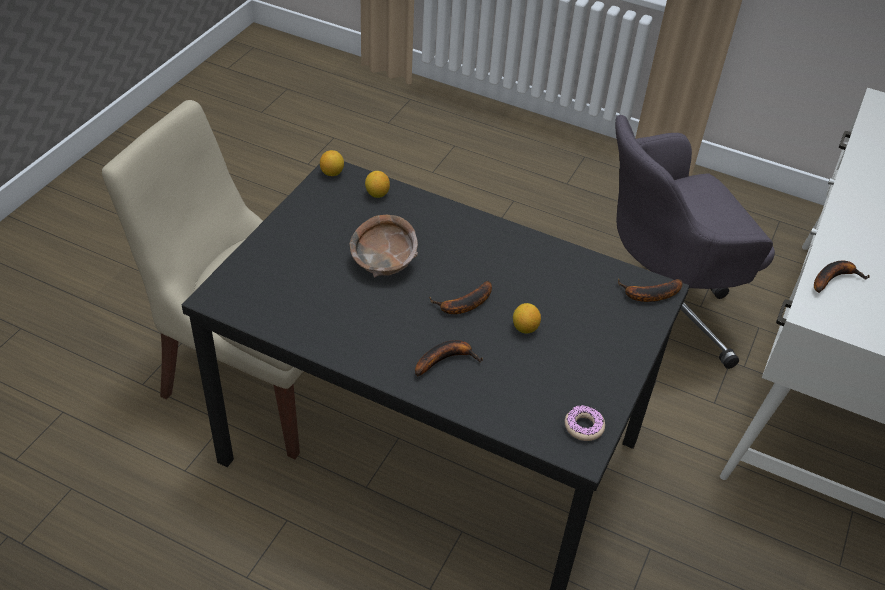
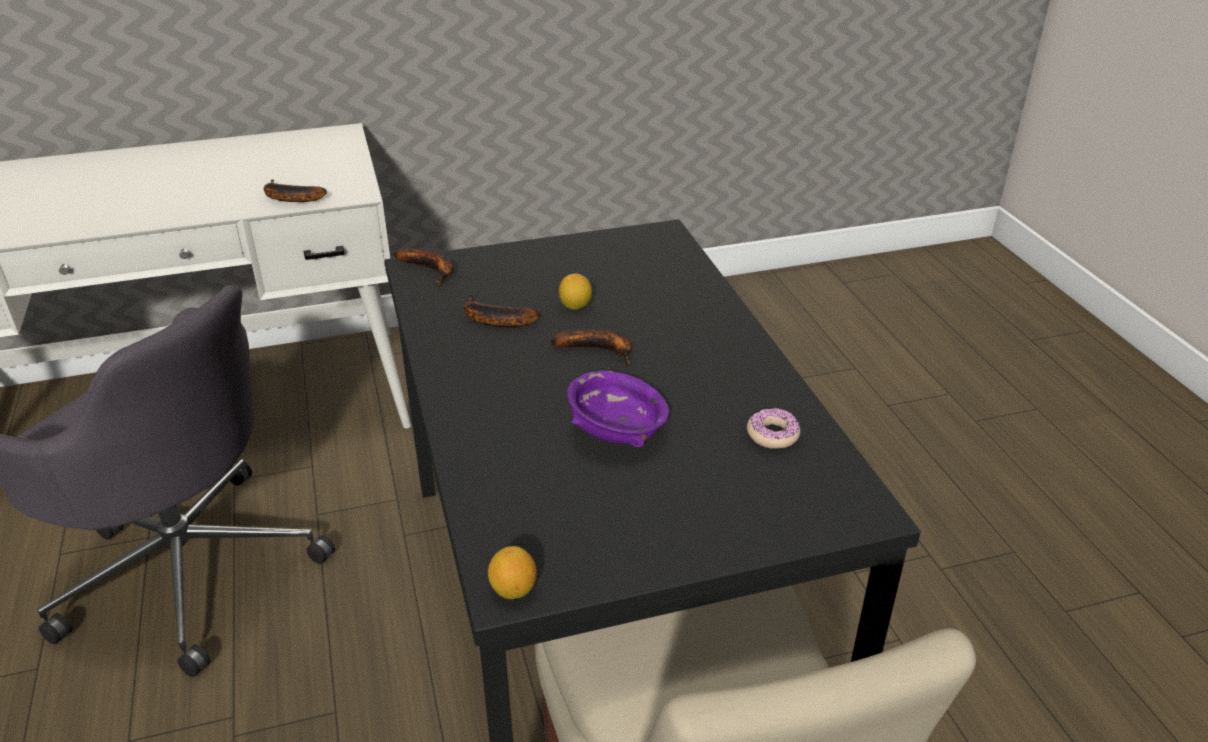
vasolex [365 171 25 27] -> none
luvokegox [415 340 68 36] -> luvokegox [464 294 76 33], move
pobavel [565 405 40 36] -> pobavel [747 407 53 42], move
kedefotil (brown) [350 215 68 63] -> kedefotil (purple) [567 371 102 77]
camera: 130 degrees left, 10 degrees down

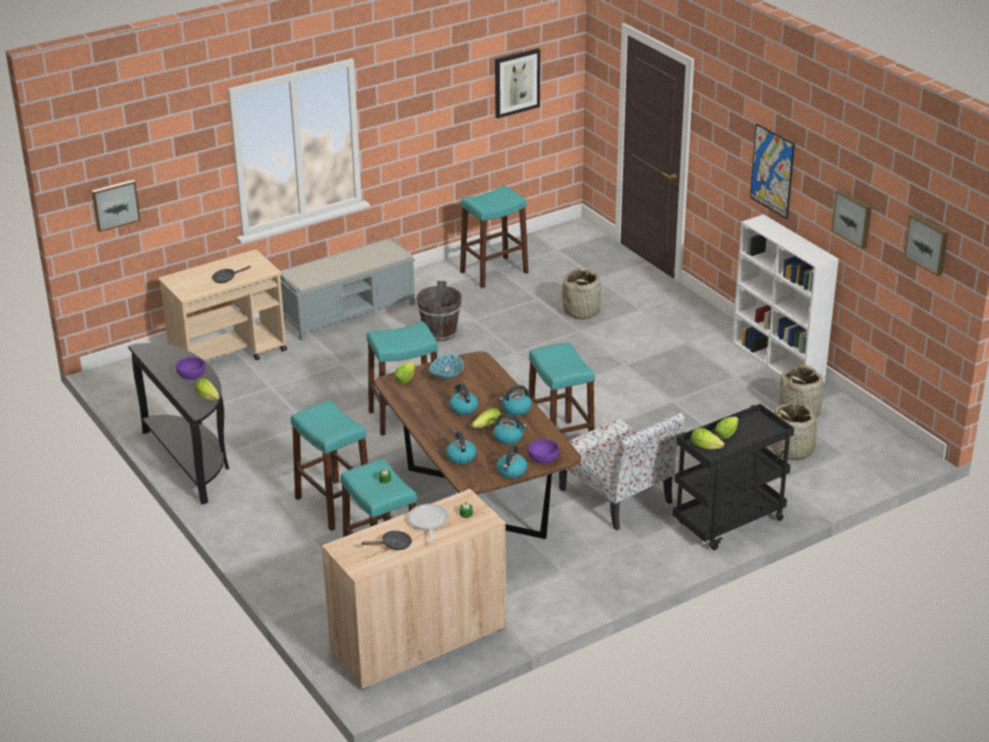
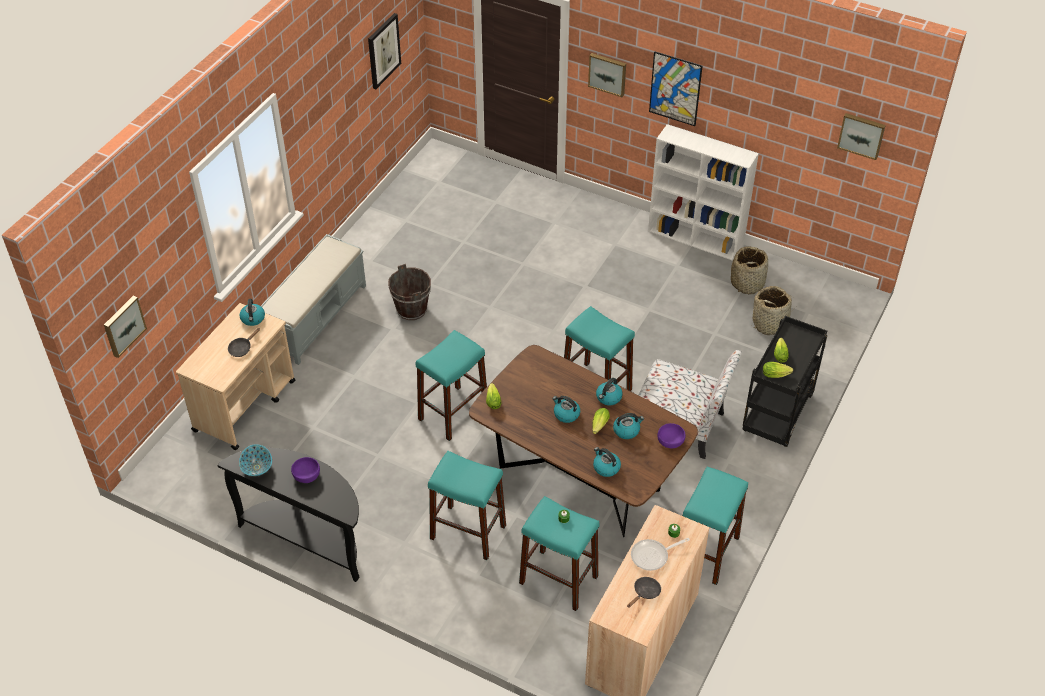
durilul [195 378 24 23] -> none
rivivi [562 268 39 52] -> none
kedefotil [429 354 35 26] -> kedefotil [239 444 33 32], move
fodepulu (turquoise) [460 186 69 102] -> fodepulu (turquoise) [682 466 66 119], move
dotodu [497 445 30 33] -> dotodu [239 299 26 27], move
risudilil [831 189 41 60] -> risudilil [588 53 38 44], move
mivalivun [408 504 41 40] -> mivalivun [631 538 59 33], 75 degrees counterclockwise
camera: 30 degrees left, 15 degrees up

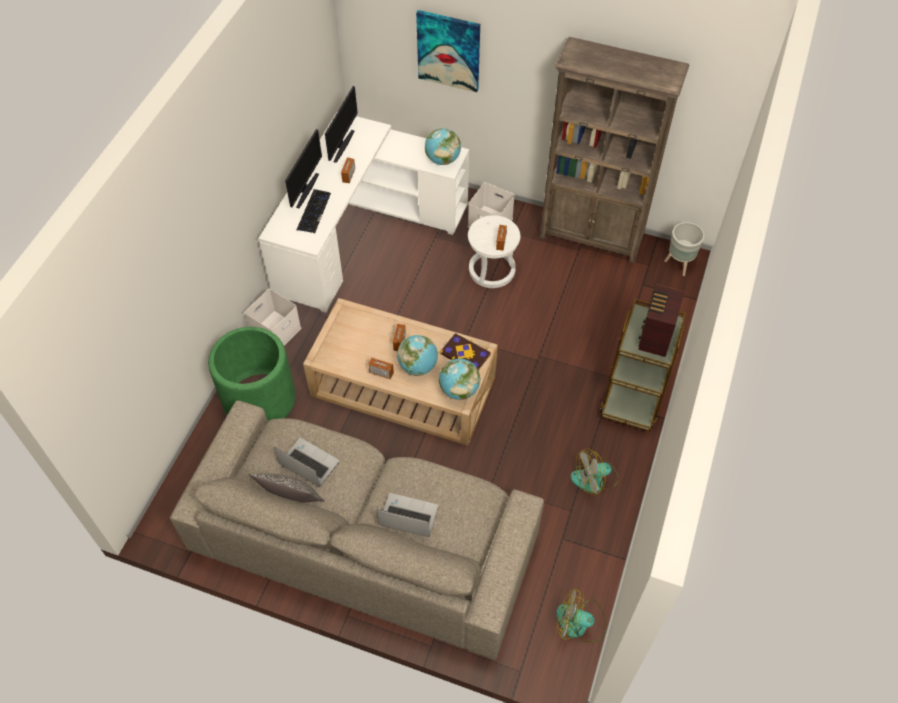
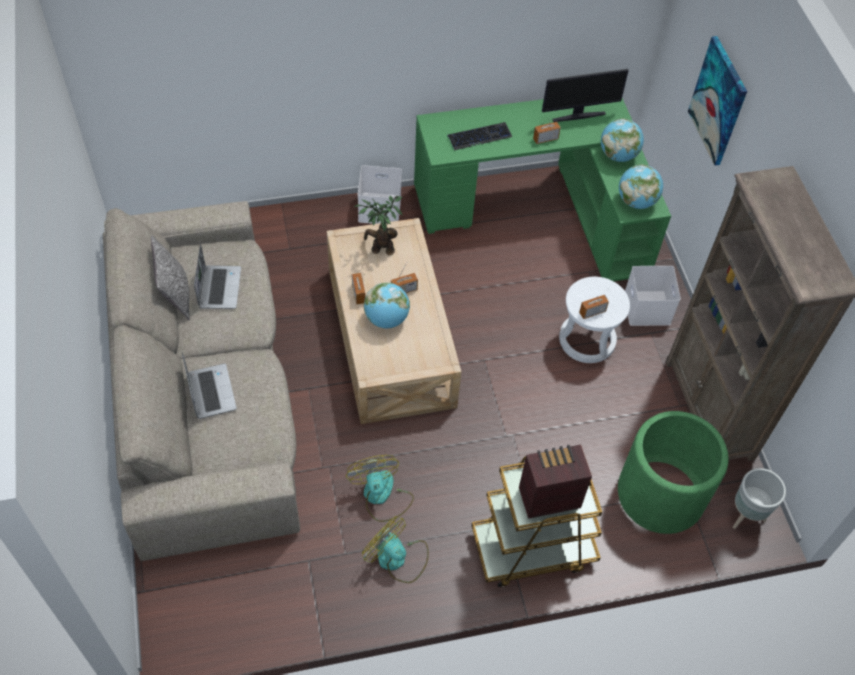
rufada [285 129 37 79] -> none
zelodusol [440 333 51 37] -> none
none -> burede [354 196 49 60]
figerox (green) [208 327 87 94] -> figerox (green) [618 411 111 123], move
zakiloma [439 359 41 41] -> zakiloma [601 118 43 44], move
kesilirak [556 589 50 54] -> kesilirak [346 455 68 67], move
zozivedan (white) [258 111 211 202] -> zozivedan (green) [414 98 257 183]
camera: 55 degrees right, 0 degrees up

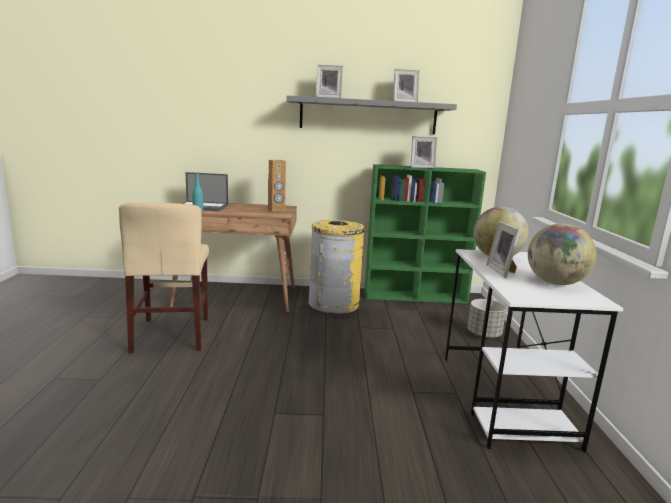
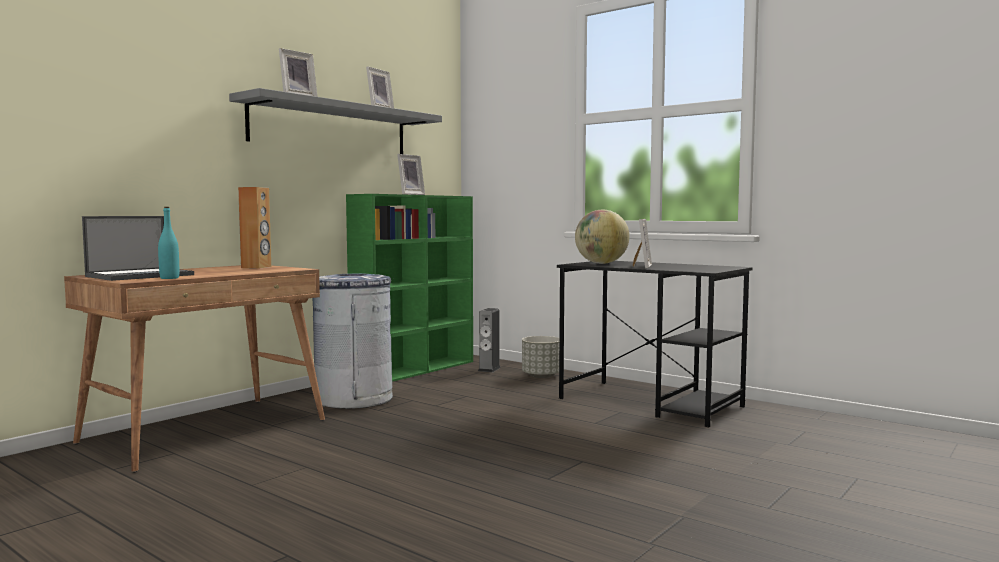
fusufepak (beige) [119 202 90 151] -> none
zakiloma [528 223 68 62] -> none
none -> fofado [478 308 23 64]
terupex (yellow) [308 220 57 94] -> terupex (grey) [313 273 80 136]
zozivedan (white) [445 249 179 203] -> zozivedan (black) [557 261 196 167]
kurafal [486 221 35 57] -> kurafal [633 219 19 49], 105 degrees counterclockwise
camera: 50 degrees left, 10 degrees down

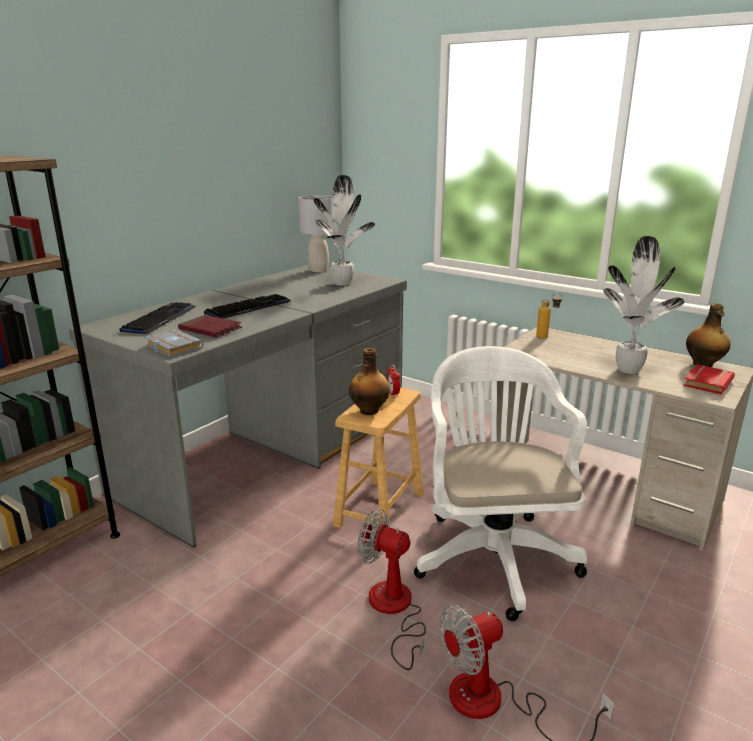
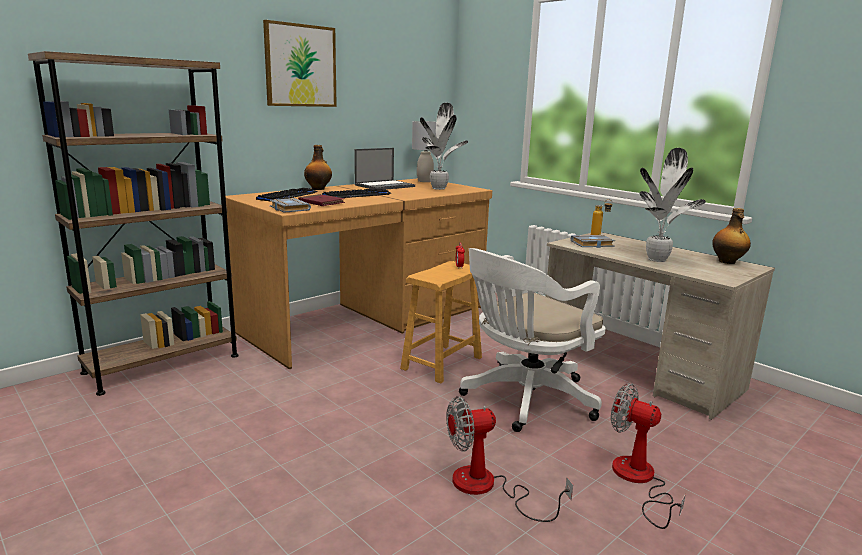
zelodusol (red) [683 364 52 30] -> none
none -> risudilil [263 20 74 87]
none -> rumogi [354 148 61 42]
none -> zelodusol (grey) [571 235 44 13]
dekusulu [349 348 41 67] -> dekusulu [304 145 28 45], move
kesilirak [358 509 68 161] -> kesilirak [611 383 75 146], move
zozivedan (grey) [69 265 338 283] -> zozivedan (brown) [226 178 266 191]
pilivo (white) [414 346 173 275] -> pilivo (white) [459 248 147 184], 135 degrees counterclockwise
camera: 10 degrees right, 5 degrees down

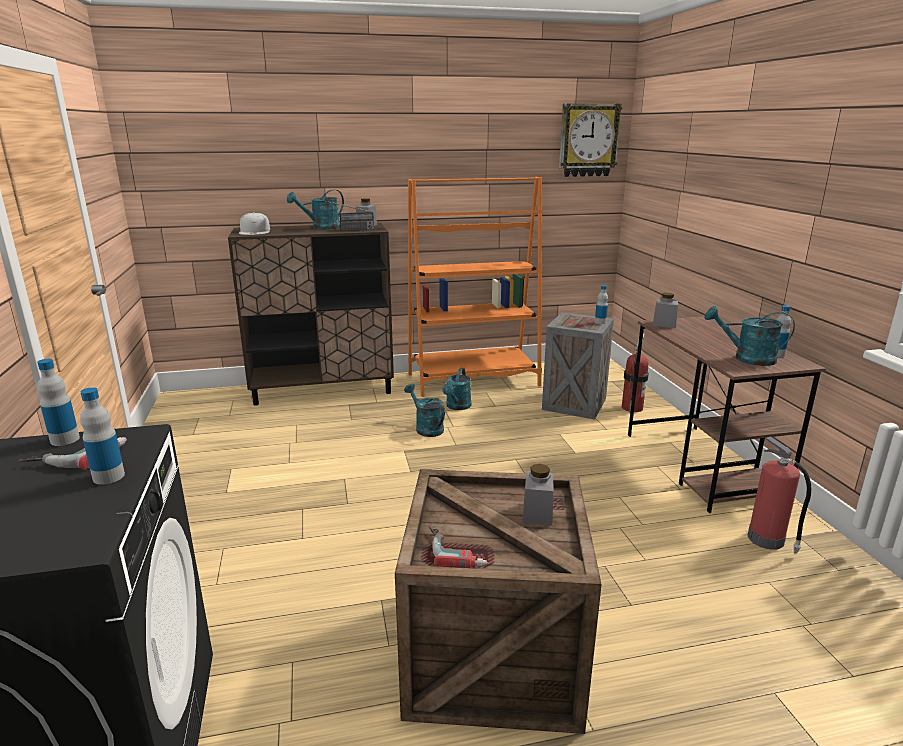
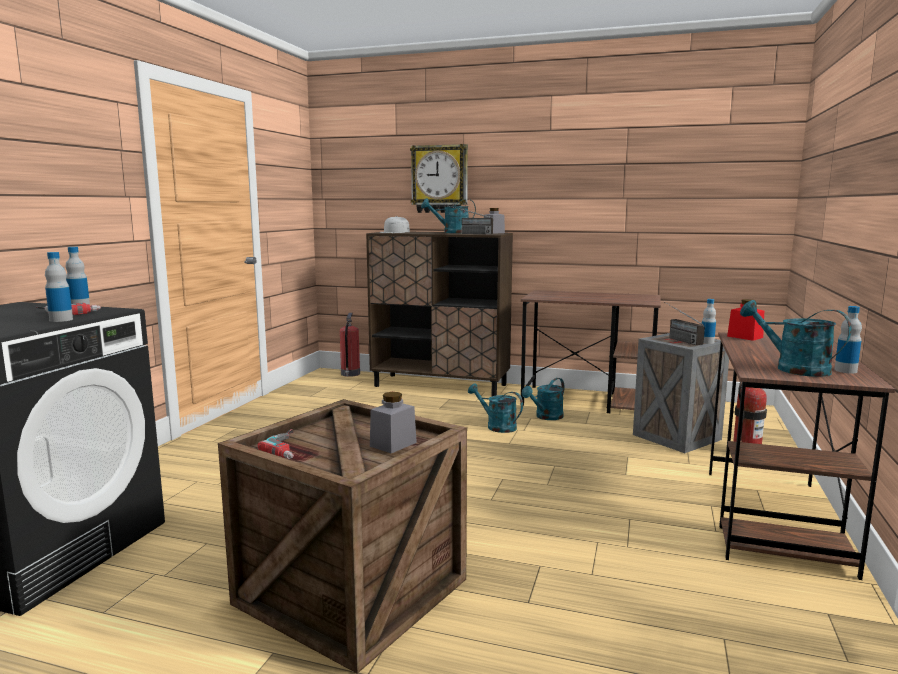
none -> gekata [665 302 40 43]
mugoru [559 103 64 74] -> mugoru [410 144 58 69], move
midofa [748 436 63 118] -> midofa [340 313 20 64], move
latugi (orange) [408 177 134 220] -> zozivedan (brown) [521 290 140 123]
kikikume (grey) [652 293 26 35] -> kikikume (red) [727 299 37 42]
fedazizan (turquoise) [404 384 41 53] -> fedazizan (turquoise) [468 384 55 49], 45 degrees counterclockwise
camera: 30 degrees right, 10 degrees down

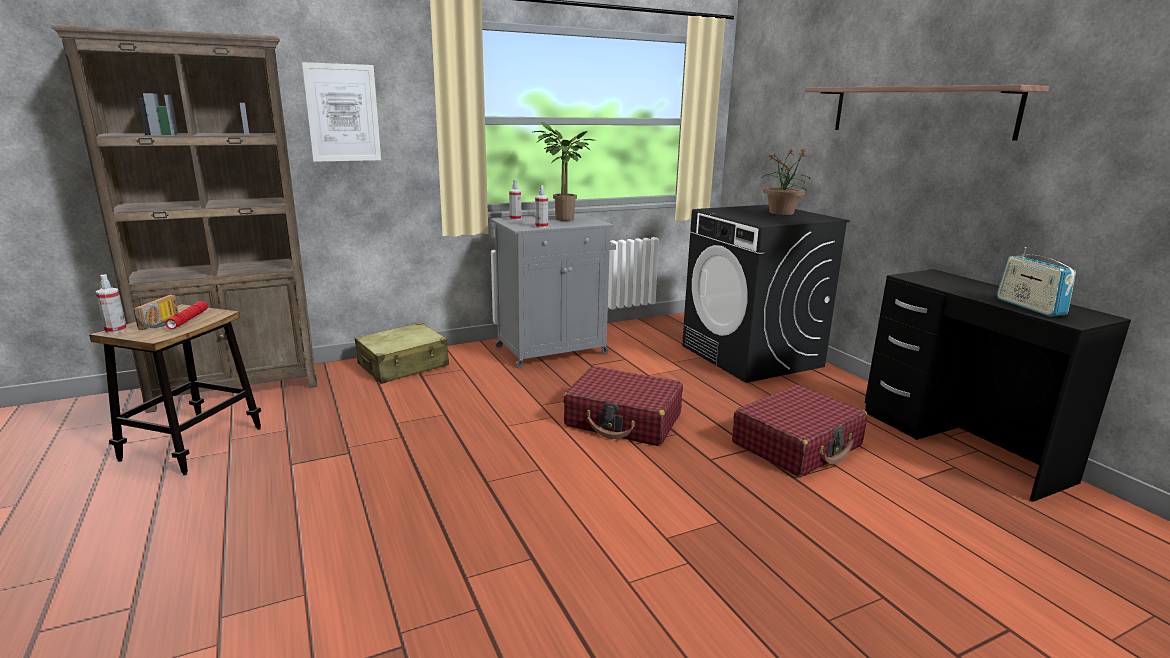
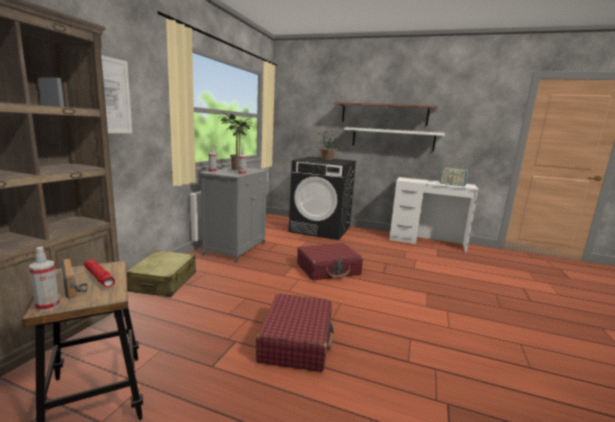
none -> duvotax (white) [344 127 101 25]
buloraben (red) [732 385 135 92] -> buloraben (red) [256 294 78 78], move
zozivedan (black) [865 269 266 233] -> zozivedan (white) [389 177 89 76]
camera: 45 degrees left, 5 degrees down

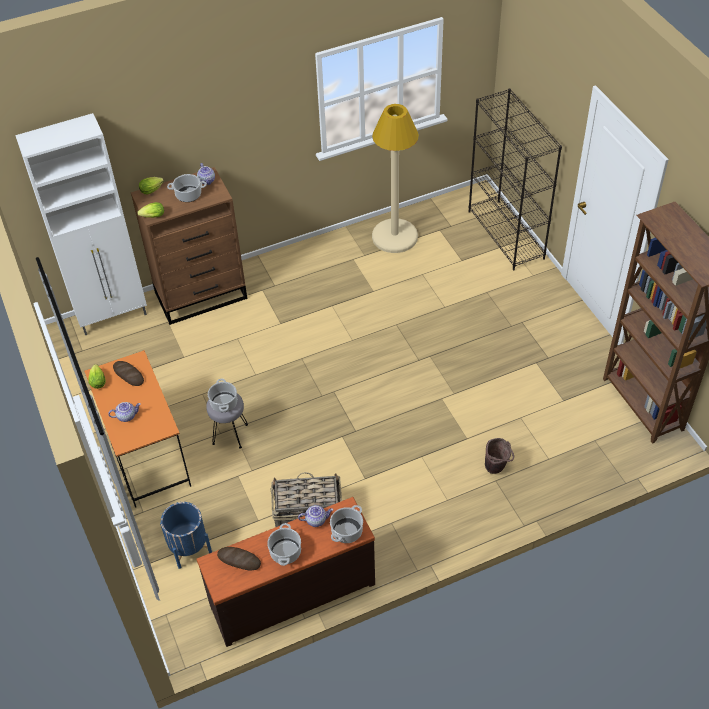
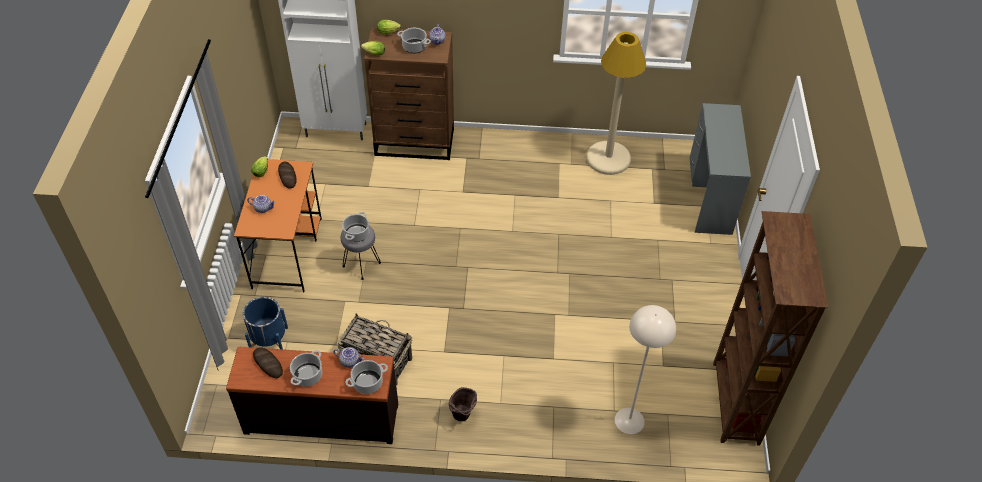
none -> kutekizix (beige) [615 305 61 129]
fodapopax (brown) [485 438 29 36] -> fodapopax (brown) [449 387 28 34], move
latugi (black) [469 89 93 181] -> zozivedan (grey) [690 103 61 132]
camera: 25 degrees right, 0 degrees up

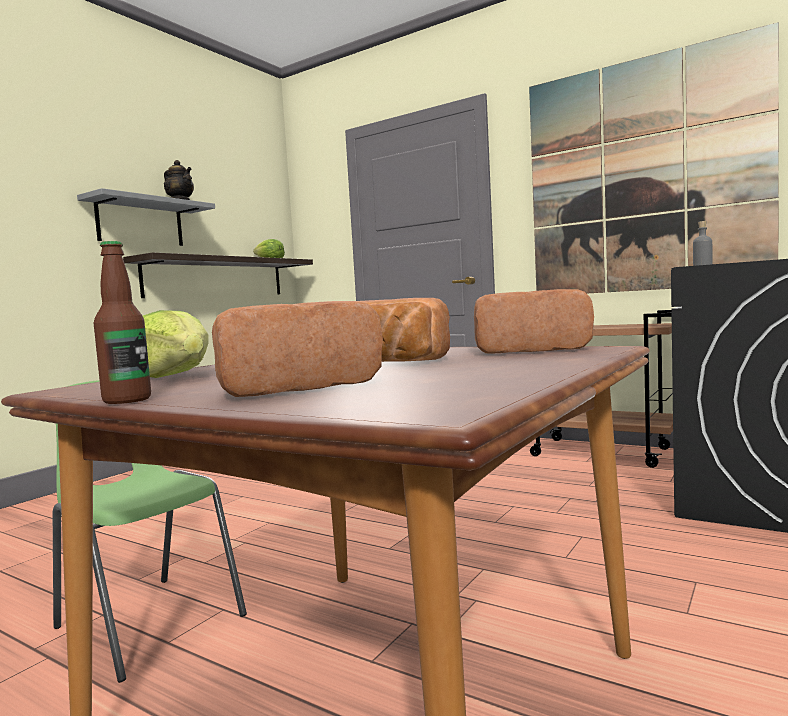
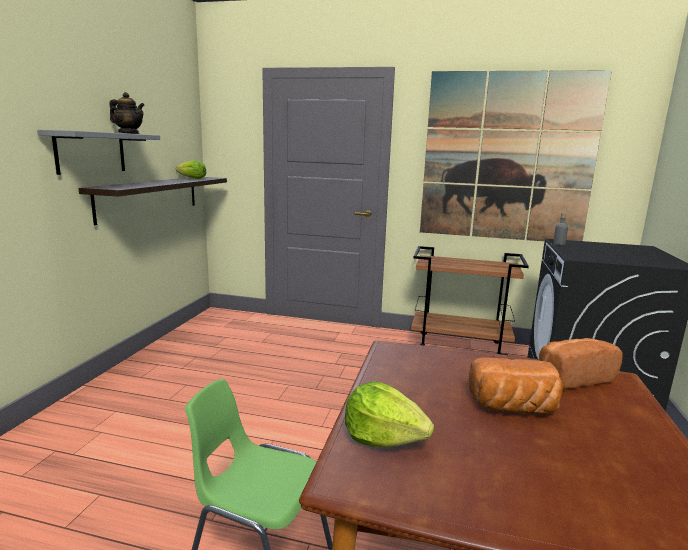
dekusulu [94 241 57 163] -> none
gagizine [212 301 171 96] -> none
camera: 20 degrees left, 10 degrees up

